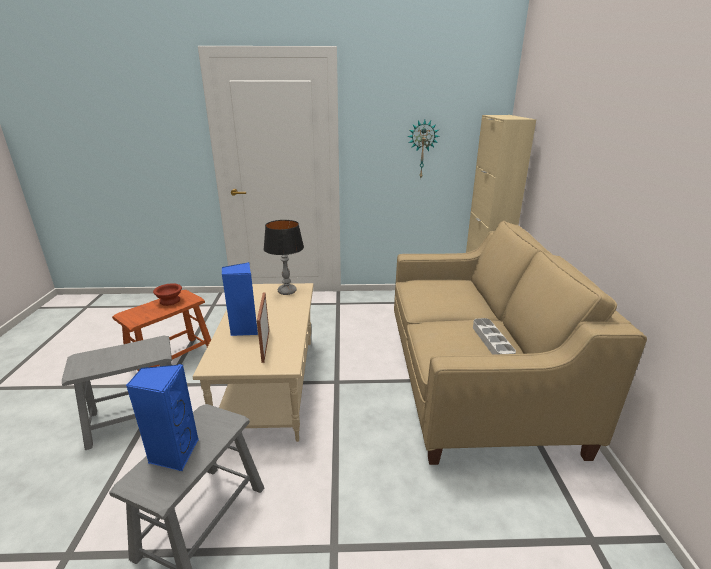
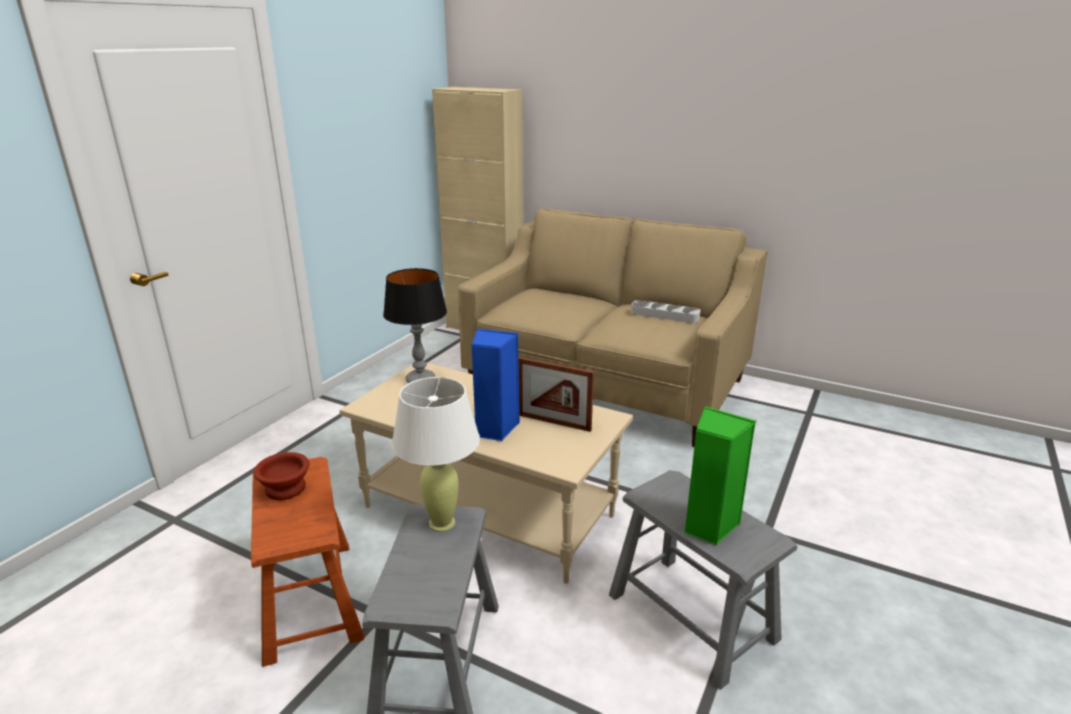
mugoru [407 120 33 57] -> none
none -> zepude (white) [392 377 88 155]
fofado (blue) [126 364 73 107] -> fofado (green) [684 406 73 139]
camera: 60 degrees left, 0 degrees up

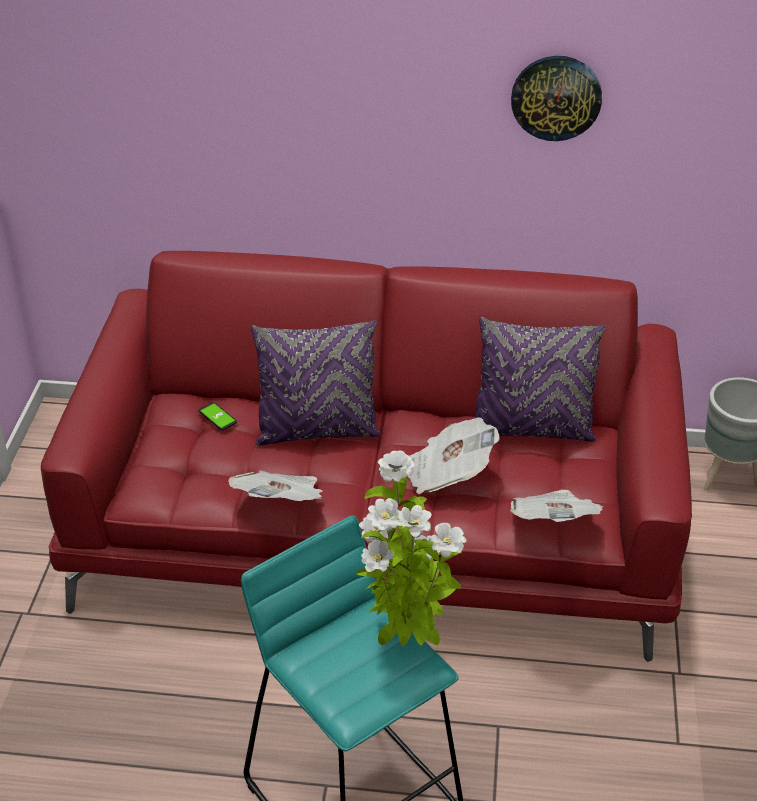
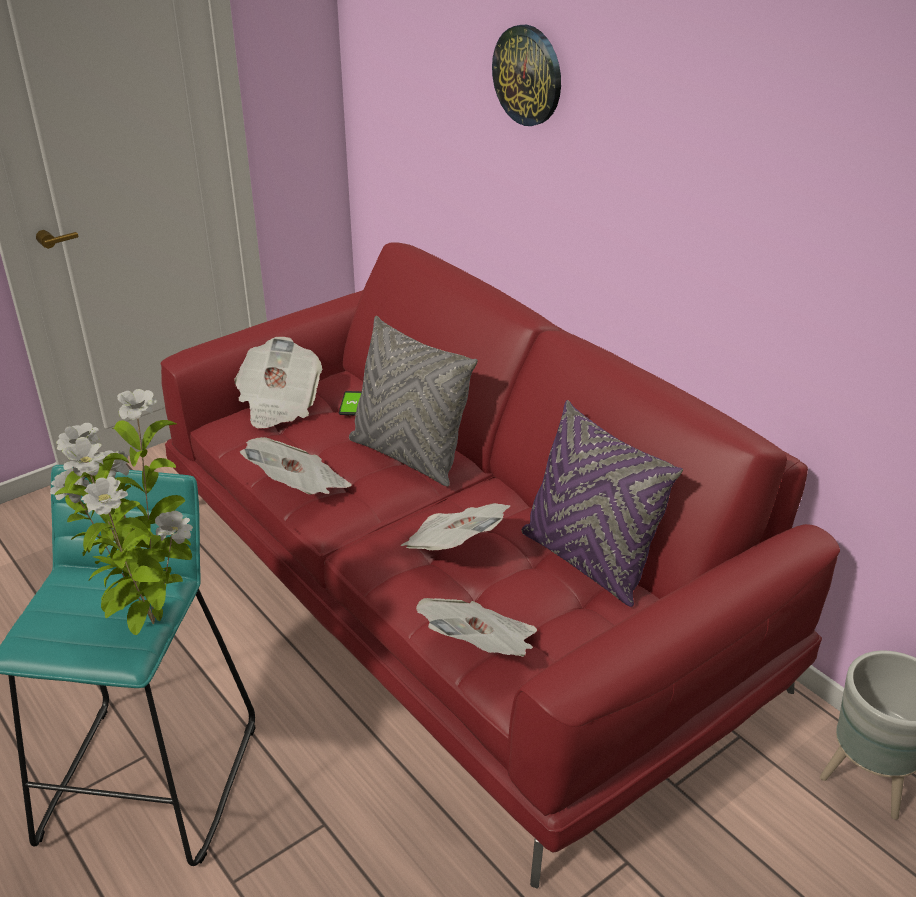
none -> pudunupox [234 337 88 91]
mugoru [511 56 91 85] -> mugoru [492 25 69 101], move
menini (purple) [251 320 130 126] -> menini (grey) [349 316 129 170]
camera: 45 degrees right, 5 degrees down

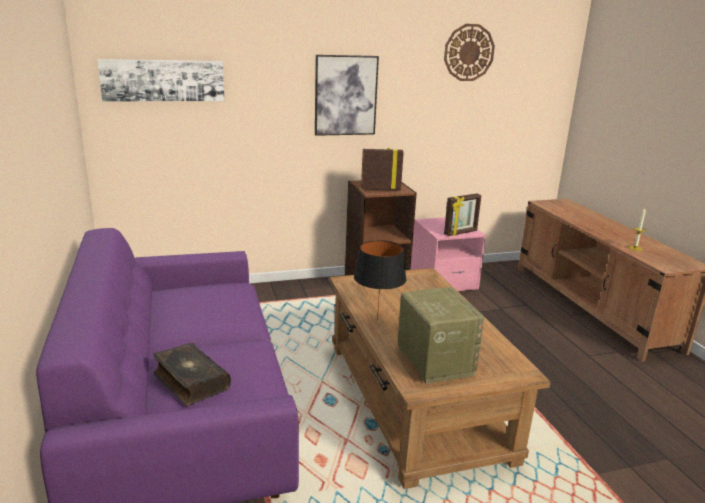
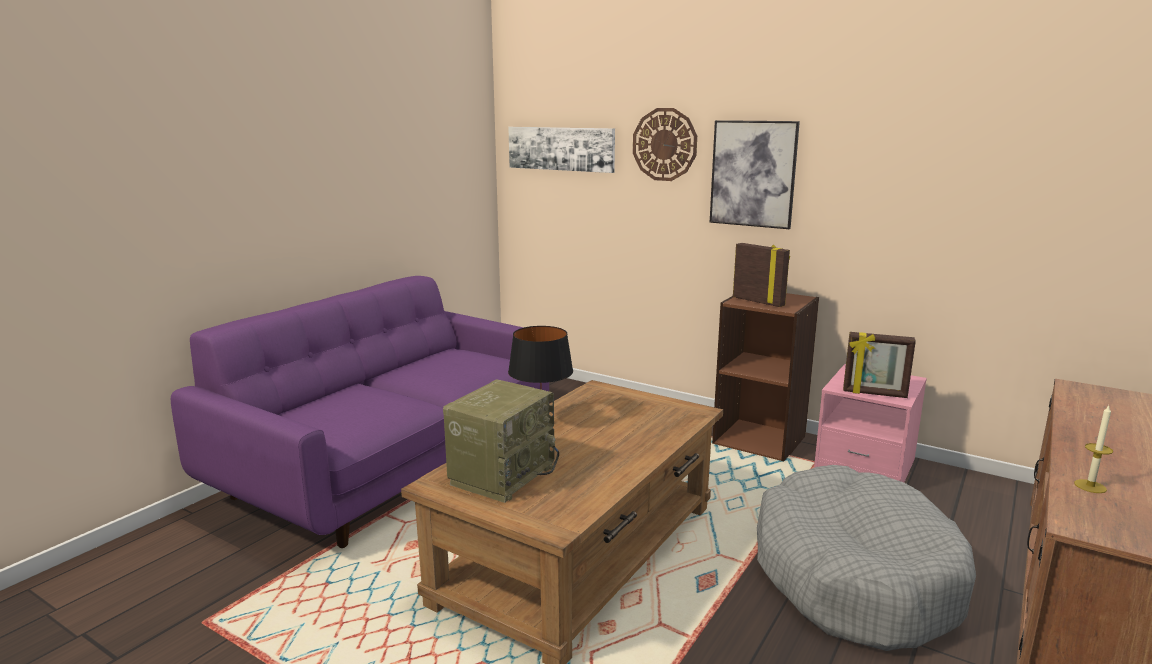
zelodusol [153 343 78 63] -> none
none -> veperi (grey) [757 465 219 186]
mugoru [444 24 51 57] -> mugoru [633 108 64 73], move
camera: 50 degrees right, 5 degrees down

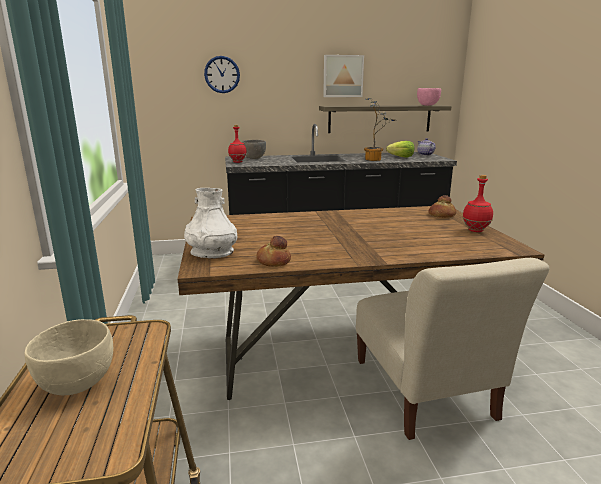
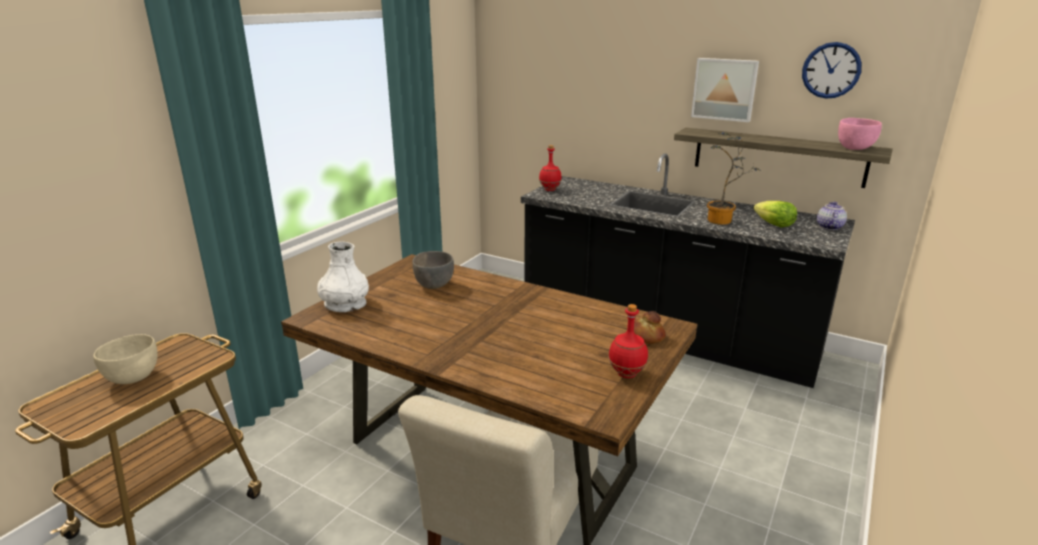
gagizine [256 236 35 31] -> none
mugoru [204 56 36 37] -> mugoru [802 42 60 57], move
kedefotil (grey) [242 140 24 19] -> kedefotil (grey) [412 251 42 38], move
camera: 40 degrees right, 5 degrees up

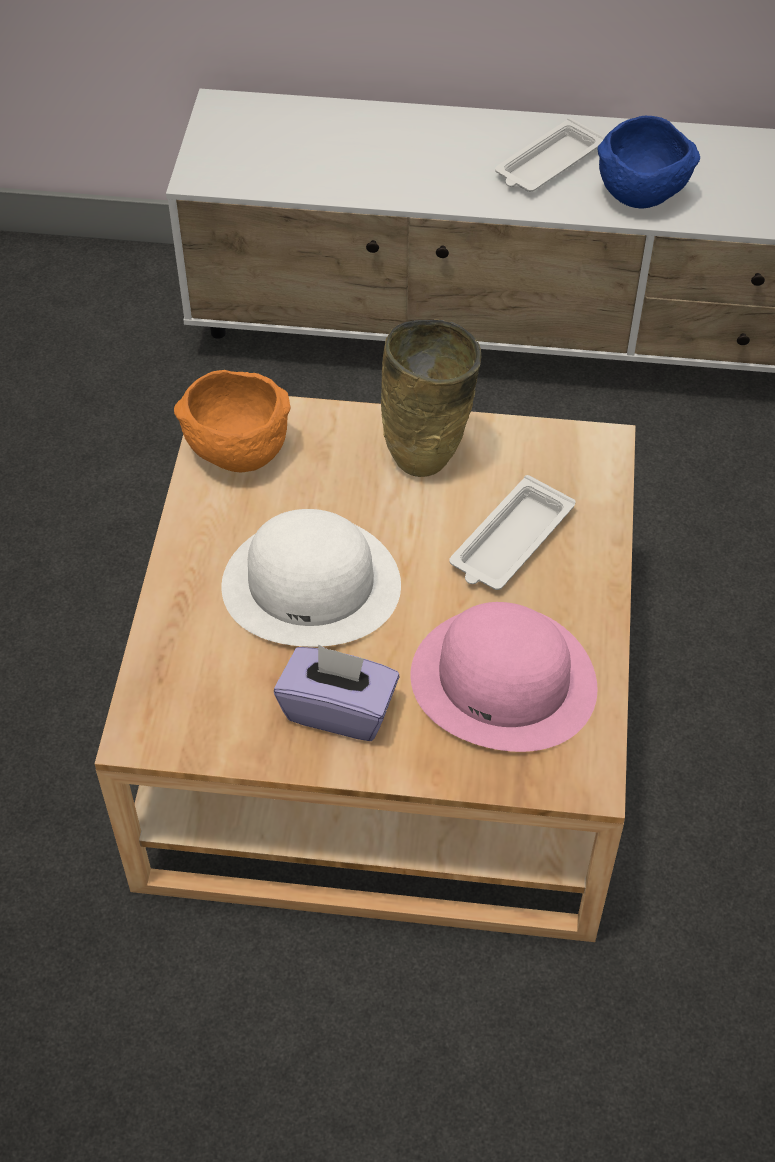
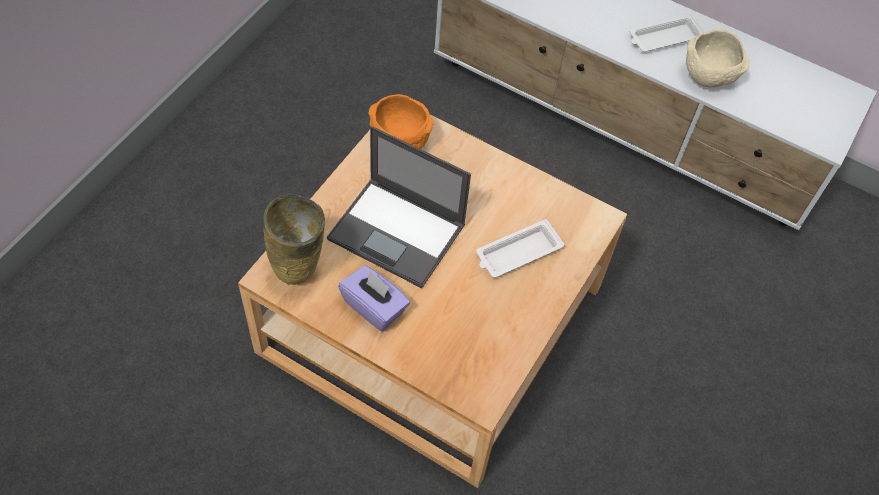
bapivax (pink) [411 602 187 150] -> none
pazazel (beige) [381 320 100 157] -> pazazel (beige) [263 194 62 91], move
bapivax (white) [221 509 180 138] -> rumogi [327 126 144 162]
kedefotil (blue) [598 116 102 92] -> kedefotil (beige) [686 30 64 57]
camera: 20 degrees right, 5 degrees up

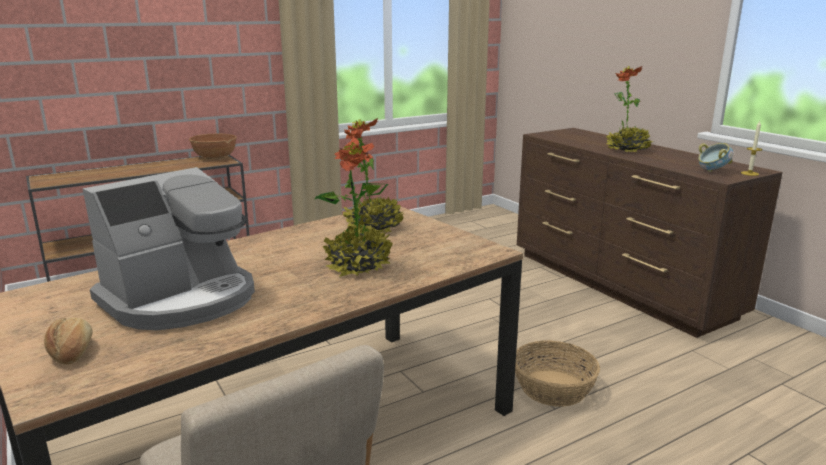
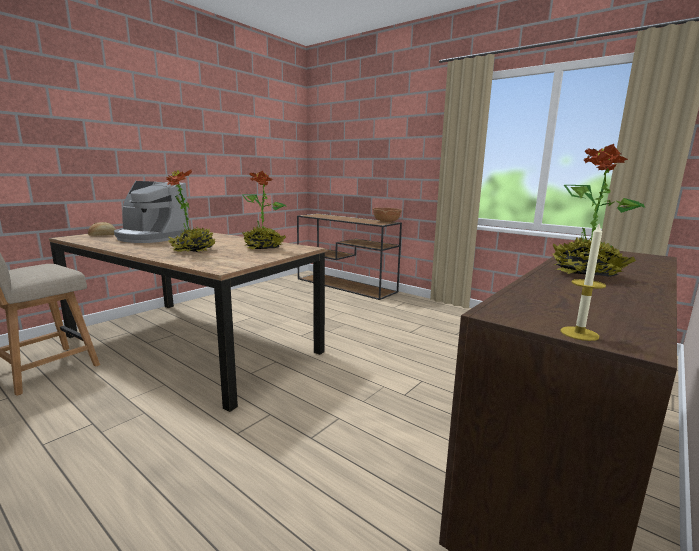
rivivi [515 340 85 67] -> none
kedefotil [698 143 35 29] -> none
camera: 70 degrees right, 5 degrees down

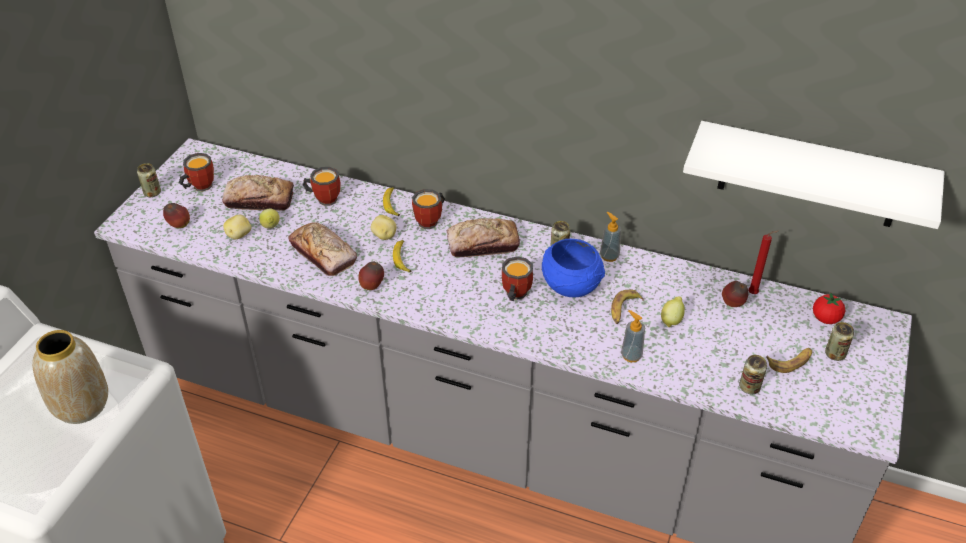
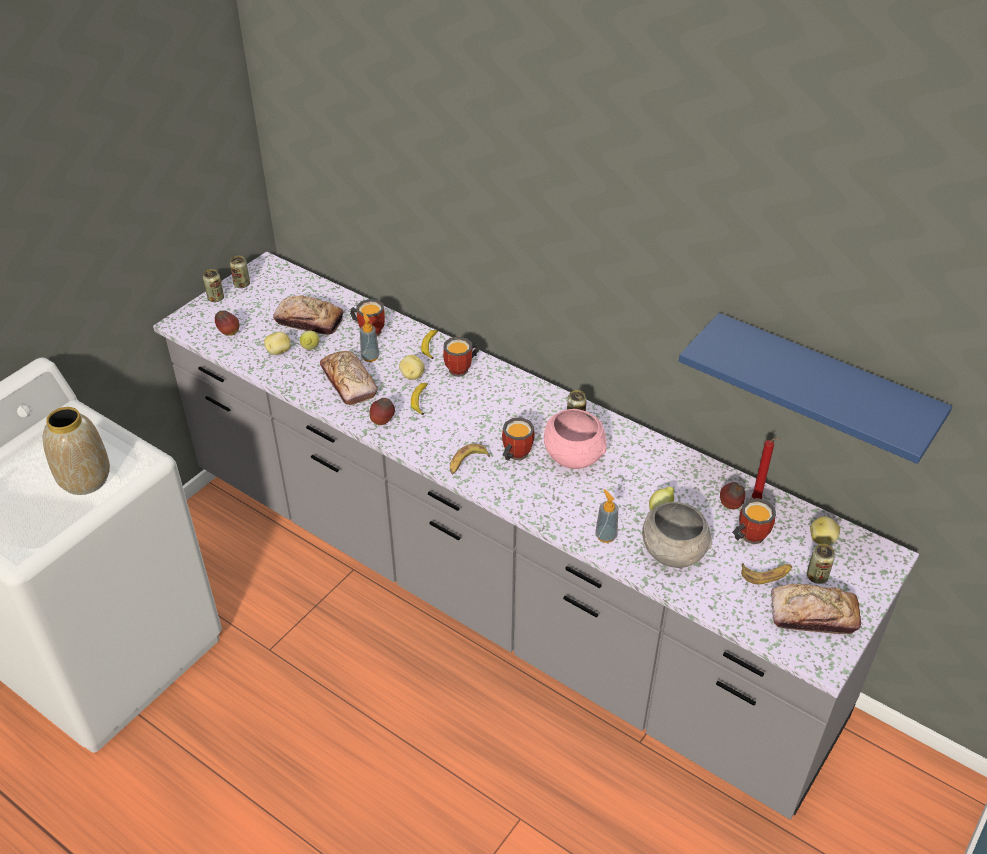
none -> kedefotil (grey) [642 502 70 66]
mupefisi [179 153 35 39] -> mupefisi [732 498 44 46], move
gagizine [447 218 73 39] -> gagizine [771 584 90 50], move
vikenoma [600 212 21 50] -> vikenoma [360 313 20 49], move
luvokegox [611 290 33 34] -> luvokegox [450 444 40 31], move
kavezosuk [739 355 28 39] -> kavezosuk [230 256 20 32], move
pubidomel [813 293 32 31] -> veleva [810 516 30 29]
kedefotil (blue) [542 239 63 58] -> kedefotil (pink) [544 409 63 60]
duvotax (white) [683 121 262 108] -> duvotax (blue) [679 313 273 151]
camera: 15 degrees right, 0 degrees up

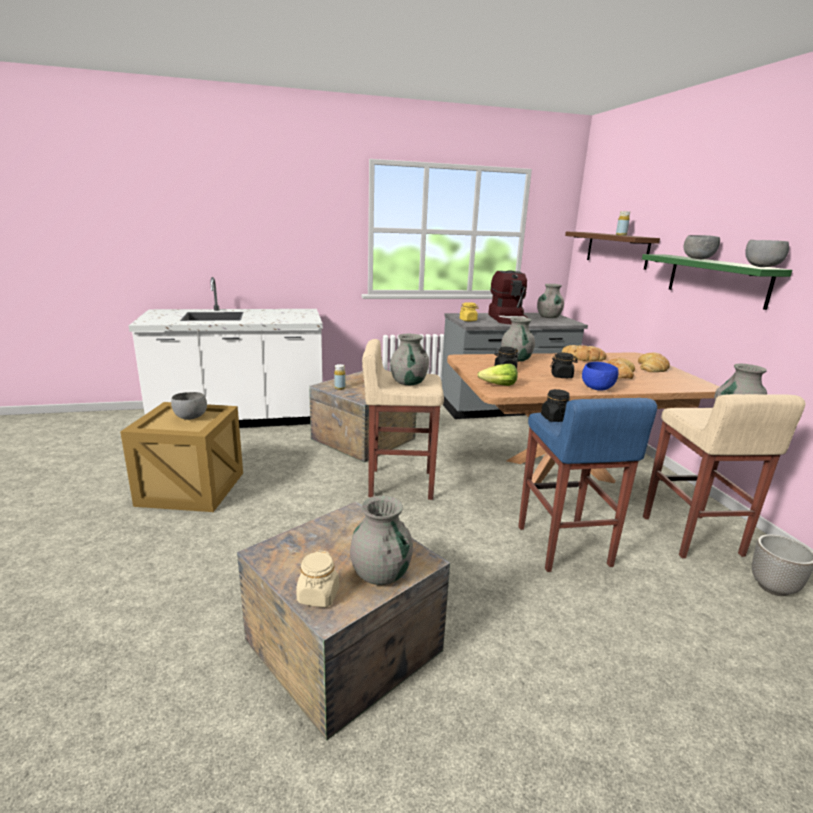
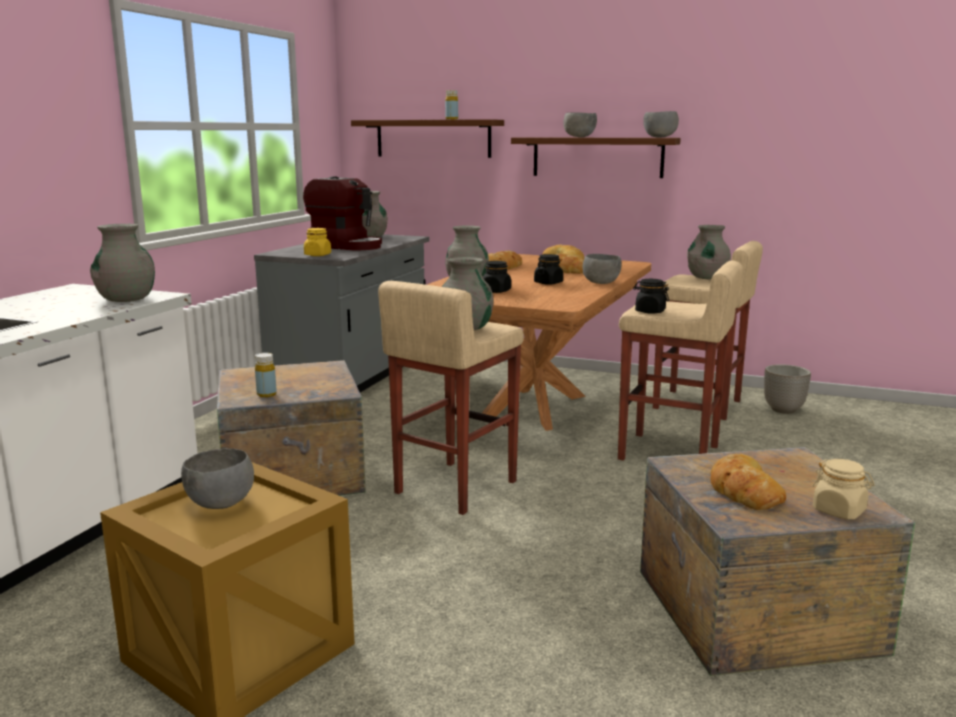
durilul [477 364 41 22] -> none
none -> gagizine [710 454 76 56]
pazazel (grey) [350 496 63 89] -> pazazel (grey) [90 224 65 78], move
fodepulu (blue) [518 398 139 174] -> fodepulu (beige) [618 260 125 200]
kedefotil (blue) [582 362 37 29] -> kedefotil (grey) [583 254 39 30]
duvotax (green) [642 254 150 56] -> duvotax (brown) [511 137 170 41]
camera: 55 degrees left, 5 degrees down

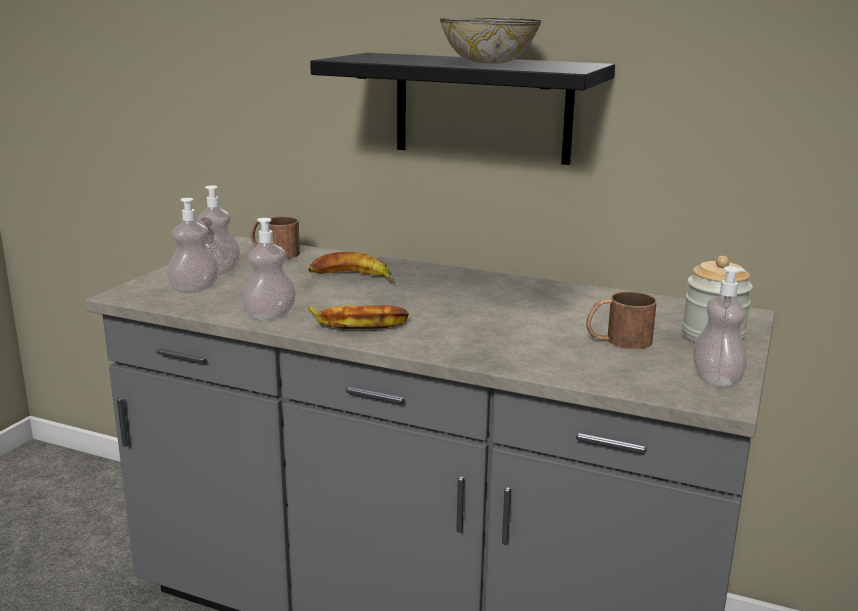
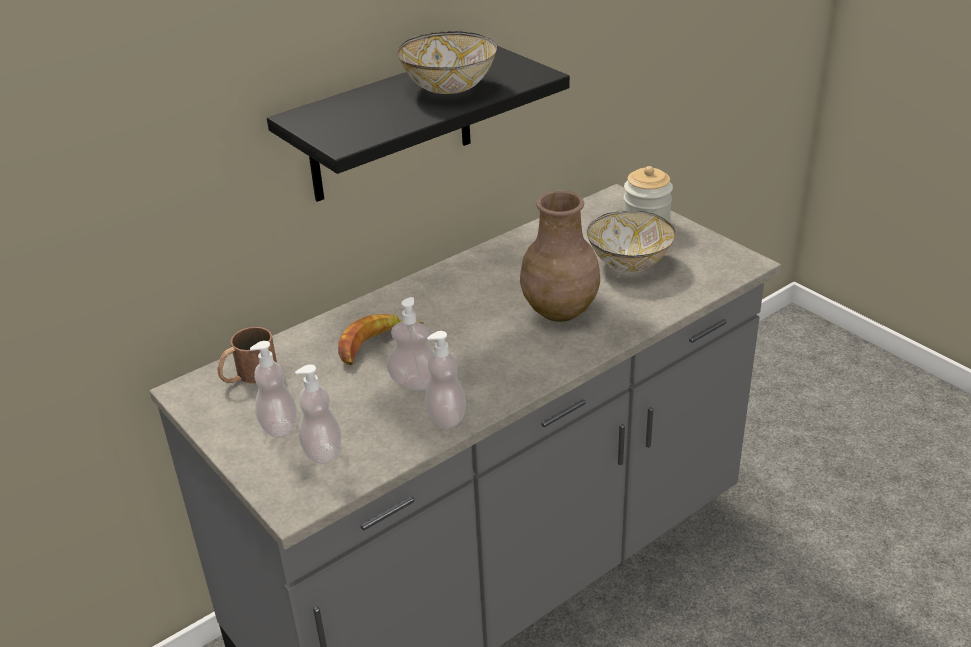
luvokegox [308 305 101 24] -> none
none -> pazazel (brown) [520 191 80 131]
vikenoma [693 266 54 122] -> vikenoma [386 297 48 93], move
mupefisi (brown) [586 292 71 57] -> kedefotil [587 211 88 61]
camera: 60 degrees left, 15 degrees up

